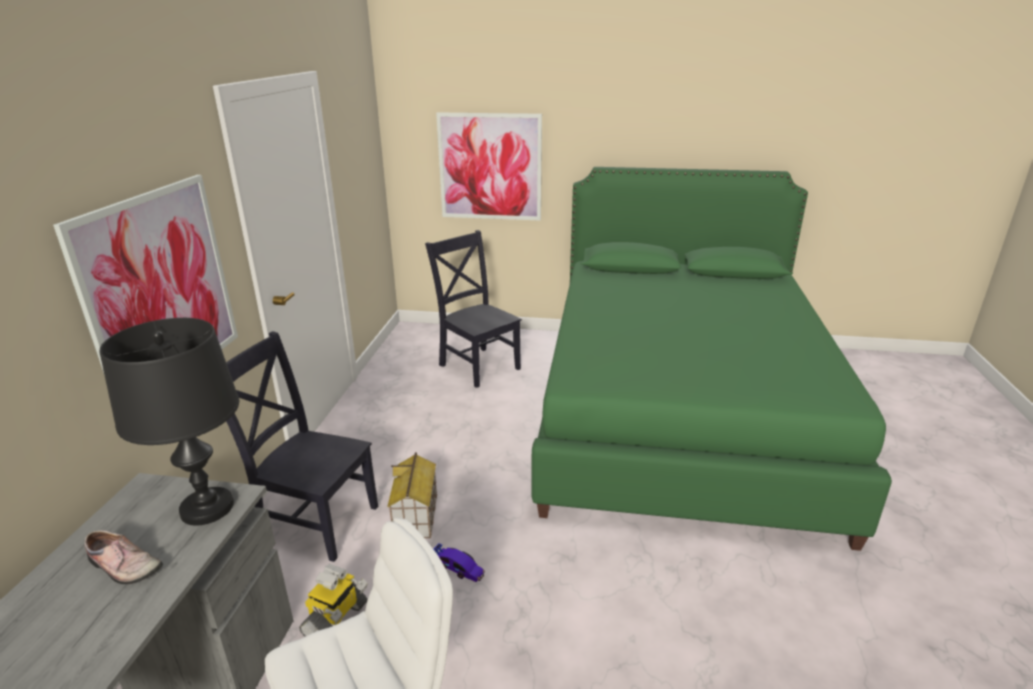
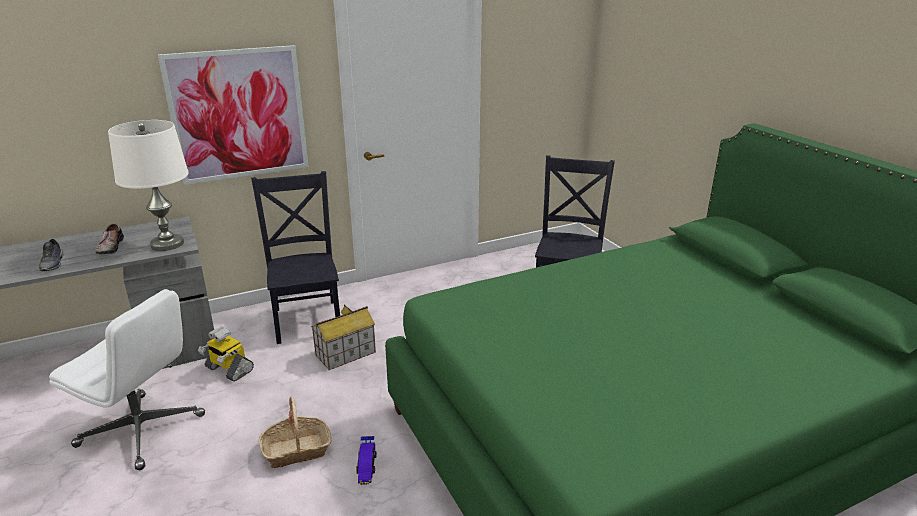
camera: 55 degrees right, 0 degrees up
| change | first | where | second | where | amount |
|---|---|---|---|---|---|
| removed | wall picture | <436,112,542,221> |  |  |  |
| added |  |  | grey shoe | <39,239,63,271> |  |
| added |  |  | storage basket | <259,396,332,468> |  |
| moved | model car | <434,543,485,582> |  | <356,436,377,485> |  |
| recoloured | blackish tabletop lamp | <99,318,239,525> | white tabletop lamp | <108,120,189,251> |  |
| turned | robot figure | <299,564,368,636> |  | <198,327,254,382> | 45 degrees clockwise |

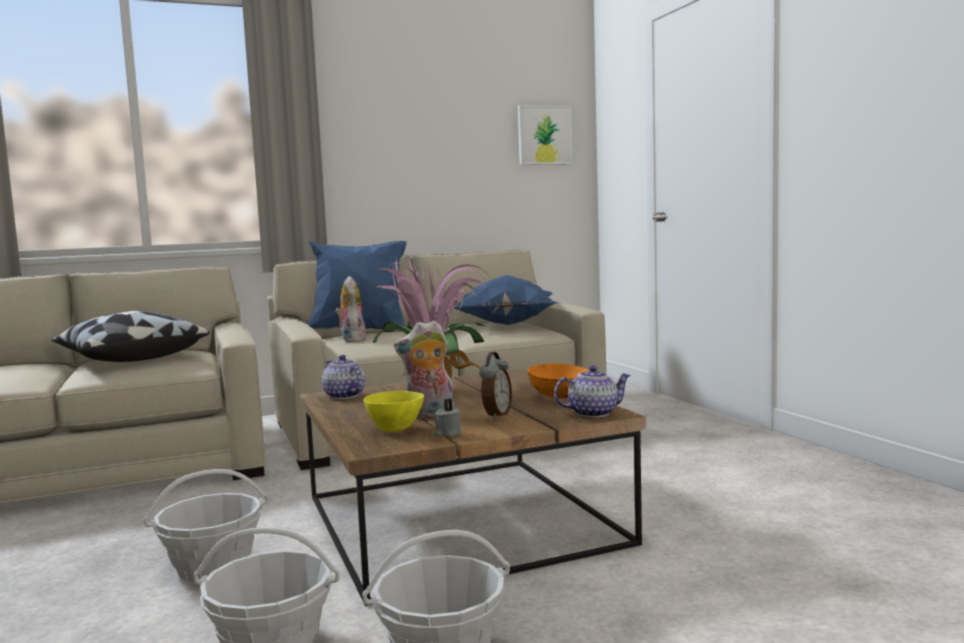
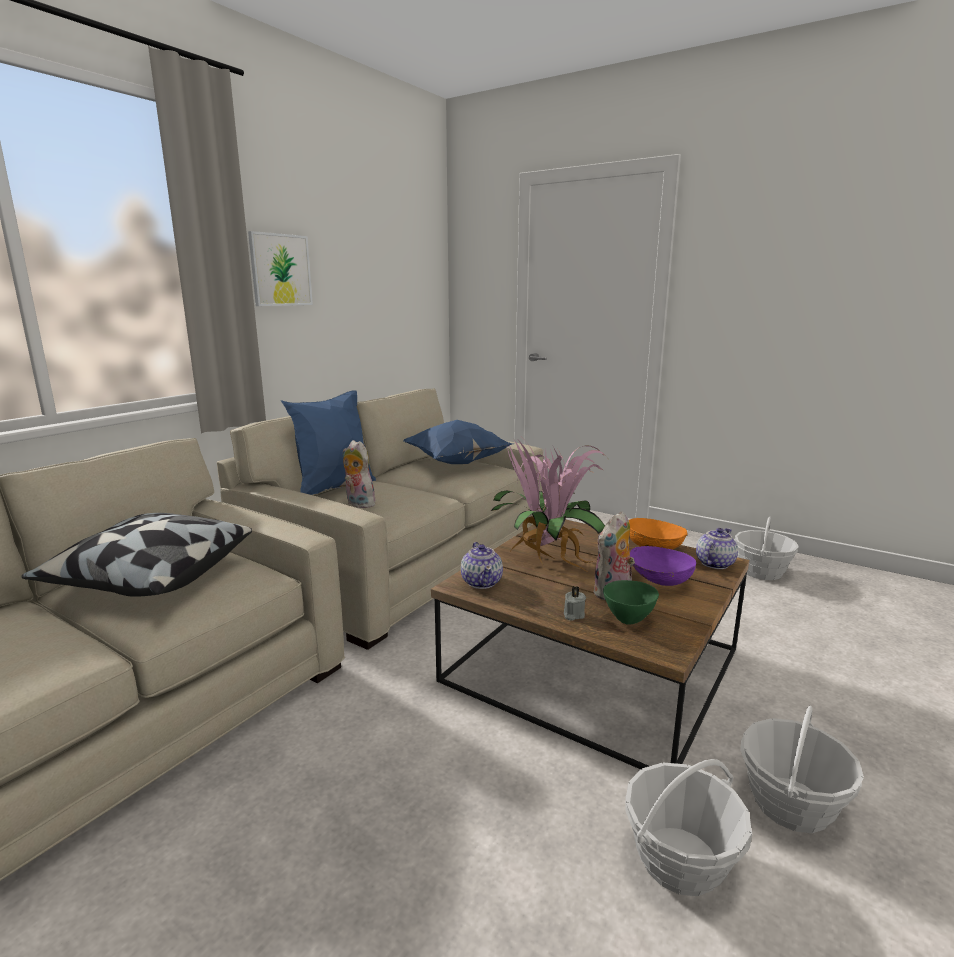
camera: 35 degrees left, 10 degrees up
| change | first | where | second | where | amount |
|---|---|---|---|---|---|
| moved | storage basket | <144,469,268,581> |  | <734,516,799,580> |  |
| moved | grey wax candle | <434,399,461,436> |  | <564,586,586,621> |  |
| moved | wall picture | <518,105,573,165> |  | <248,231,313,306> |  |
| replaced | alarm clock | <479,352,512,419> | purplish deep dish | <630,546,696,586> |  |
| recoloured | yellow deep dish | <363,391,424,432> | green-coloured deep dish | <603,580,659,624> |  |
| turned | teapot | <322,355,365,399> |  | <461,542,503,589> | 120 degrees counterclockwise |

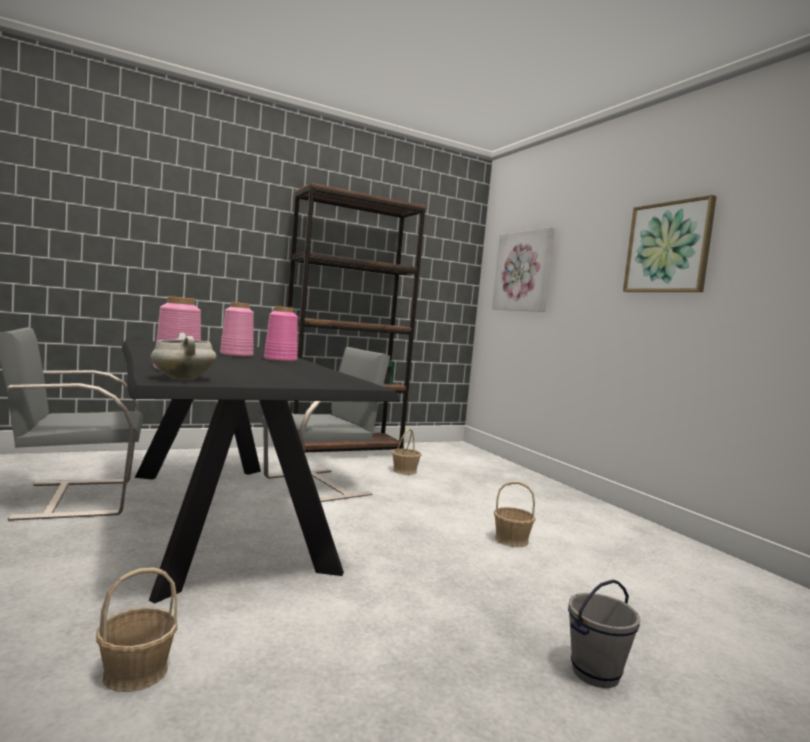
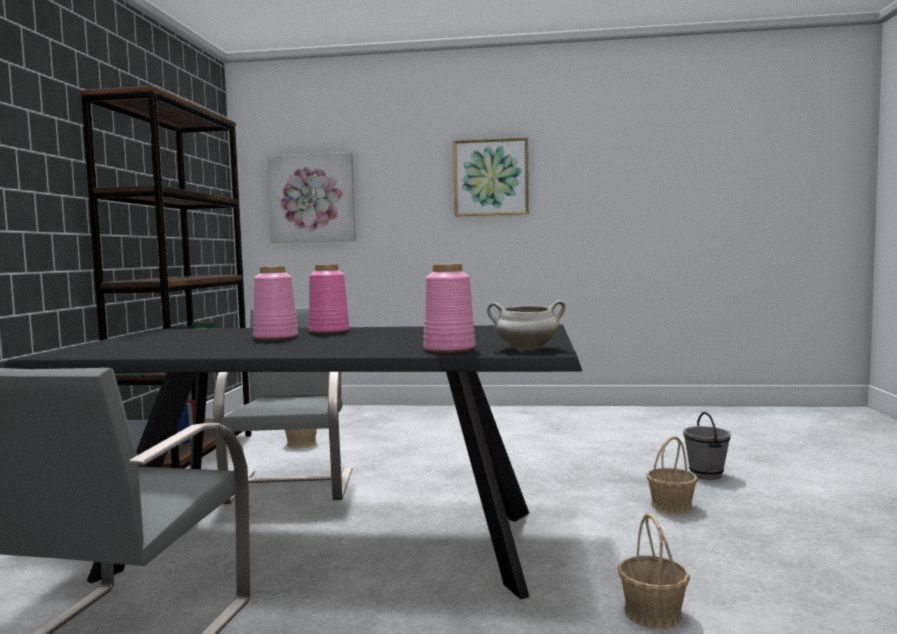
camera: 55 degrees left, 0 degrees up
| change | first | where | second | where | amount |
|---|---|---|---|---|---|
| moved | storage basket | <494,481,536,547> |  | <646,436,698,514> |  |

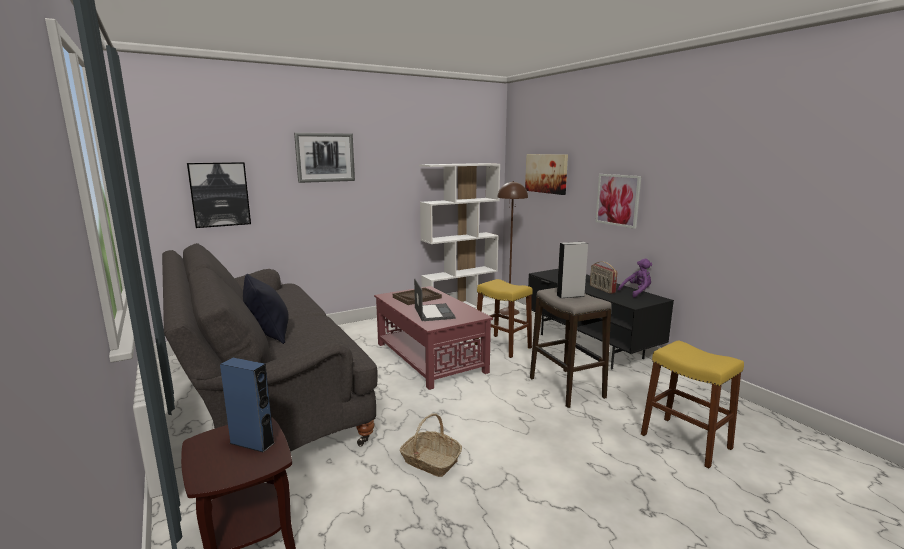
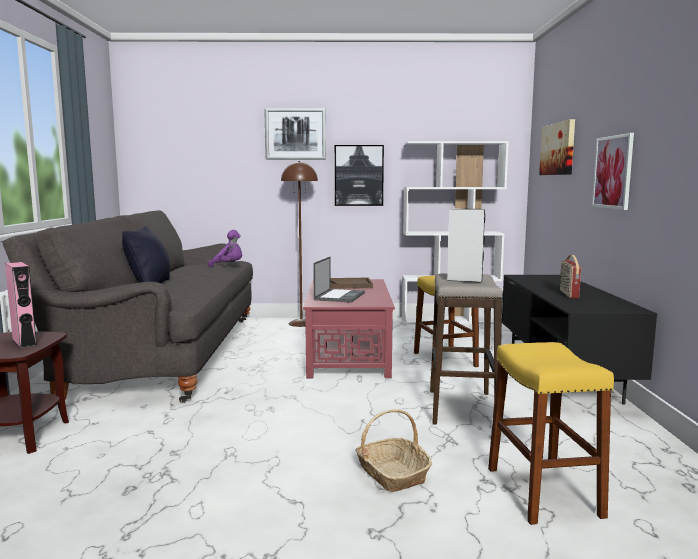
camera: 30 degrees right, 5 degrees down
| change | first | where | second | where | amount |
|---|---|---|---|---|---|
| moved | wall picture | <187,162,251,228> |  | <335,145,384,206> |  |
| moved | storage basket | <400,413,462,477> |  | <355,409,432,492> |  |
| moved | brown-coloured floor lamp | <498,181,528,315> |  | <281,161,318,327> |  |
| moved | purplish cuddly toy | <618,259,652,297> |  | <208,230,242,267> |  |
| recoloured | blue-coloured loudspeaker | <220,358,274,452> | pink-coloured loudspeaker | <5,262,37,348> |  |

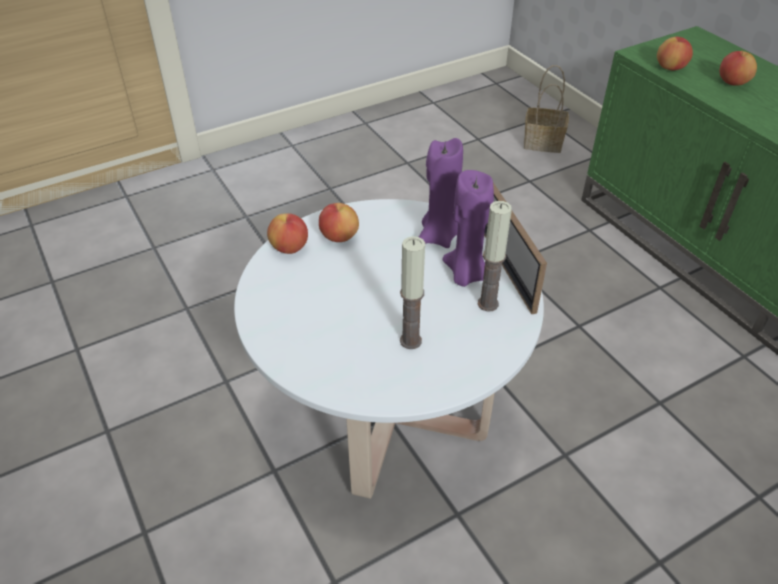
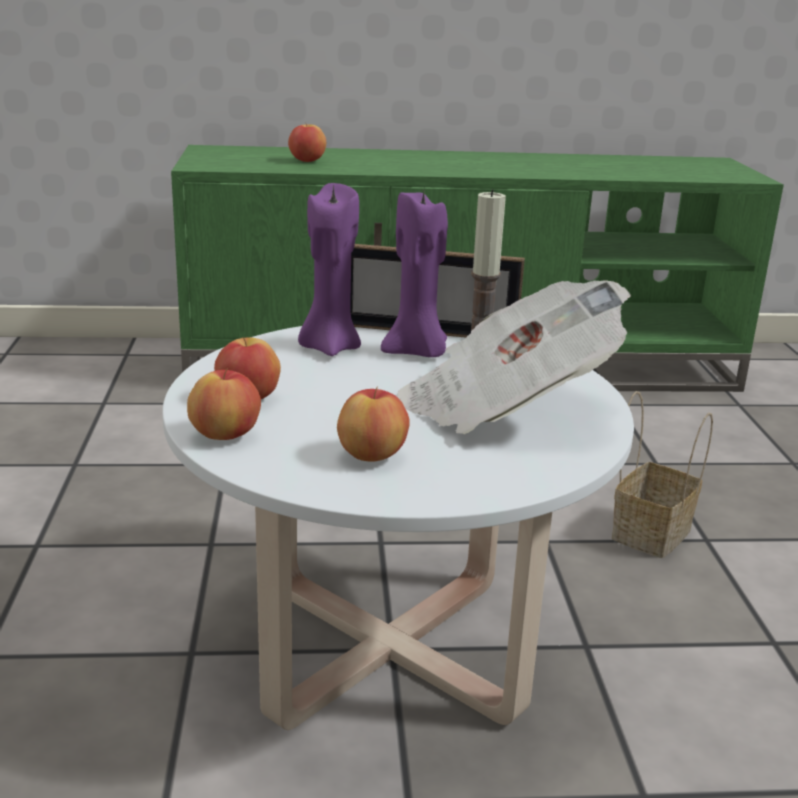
camera: 65 degrees left, 20 degrees down
| change | first | where | second | where | amount |
|---|---|---|---|---|---|
| moved | storage basket | <524,65,569,153> |  | <612,391,713,558> |  |
| moved | whole apple | <657,37,693,70> |  | <337,386,410,462> |  |
| replaced | wax candle | <400,236,425,349> | newspaper | <397,280,631,434> |  |

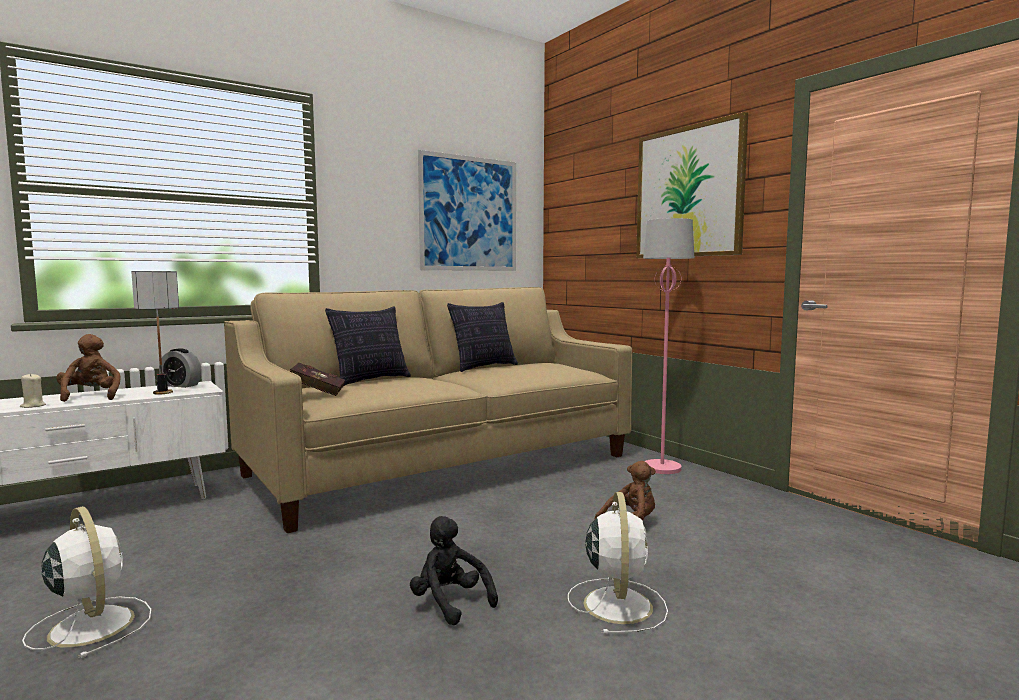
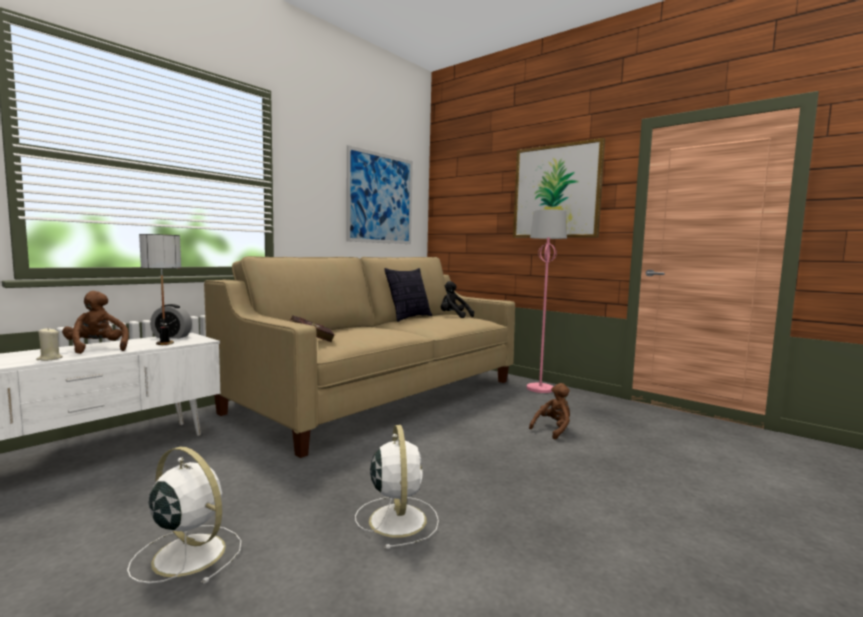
camera: 15 degrees left, 0 degrees up
| change | first | where | second | where | amount |
|---|---|---|---|---|---|
| removed | cushion | <325,307,411,386> |  |  |  |
| moved | blackish cuddly toy | <410,516,498,625> |  | <441,281,474,318> |  |
| moved | white fan | <568,492,668,634> |  | <355,425,439,549> |  |

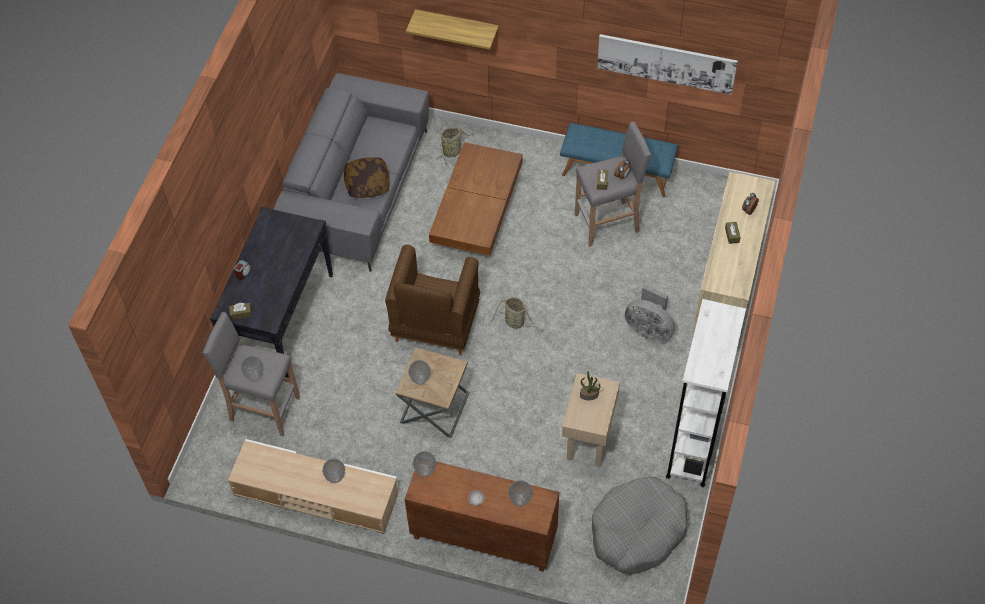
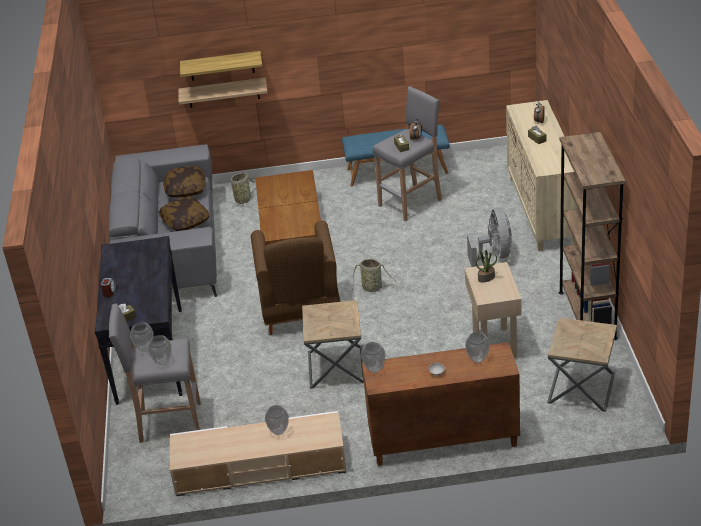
camera: 20 degrees left, 20 degrees down
| change | first | where | second | where | amount |
|---|---|---|---|---|---|
| removed | wall picture | <597,34,738,95> |  |  |  |
| added |  |  | cushion | <164,166,206,197> |  |
| added |  |  | shelf | <178,77,268,108> |  |
| moved | decorative vase | <408,360,431,385> |  | <130,322,154,352> |  |
| replaced | grey pet bed | <592,477,687,575> | brown-coloured side table | <547,318,617,412> |  |
| recoloured | white bookshelf | <666,299,746,487> | brown-coloured bookshelf | <559,132,626,340> |  |
| turned | grey fan | <625,284,675,342> |  | <467,208,512,267> | 105 degrees counterclockwise |

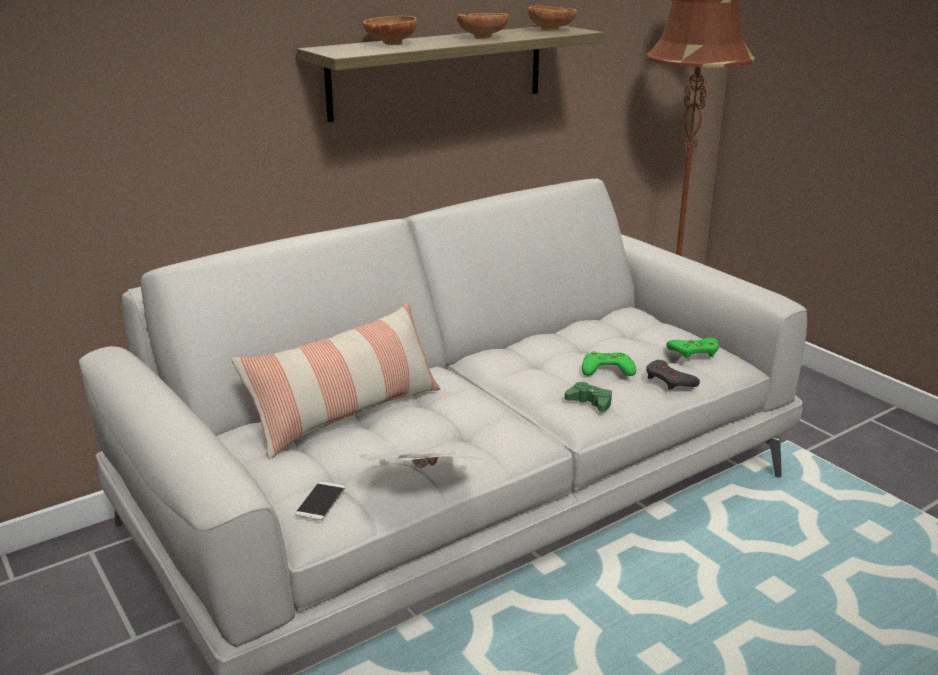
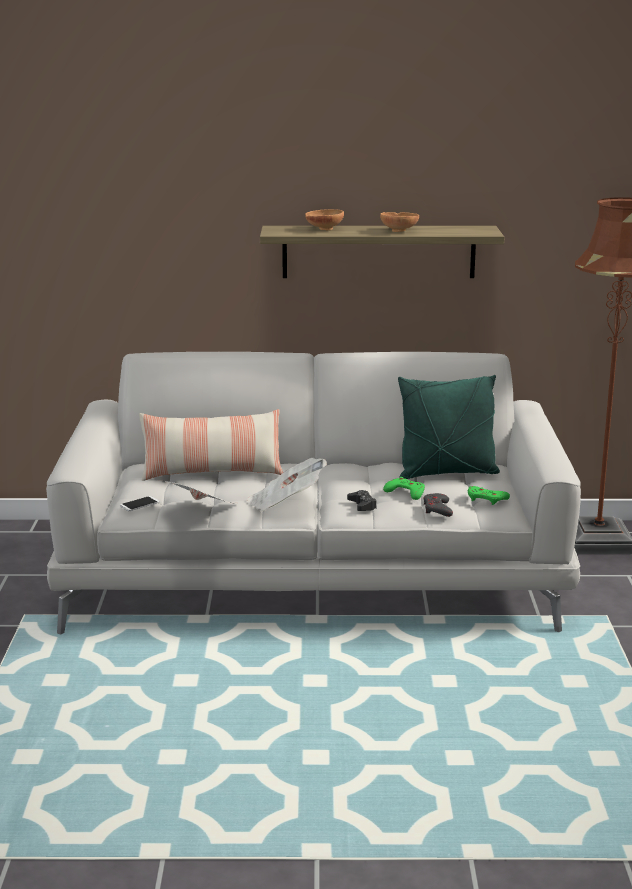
camera: 35 degrees right, 5 degrees down
| change | first | where | second | where | amount |
|---|---|---|---|---|---|
| removed | brown-coloured deep dish | <528,6,577,31> |  |  |  |
| added |  |  | newspaper | <247,458,327,512> |  |
| added |  |  | green-coloured cushion | <398,375,500,479> |  |
| recoloured | green-coloured gamepad | <565,382,612,412> | blackish gamepad | <347,490,377,511> |  |

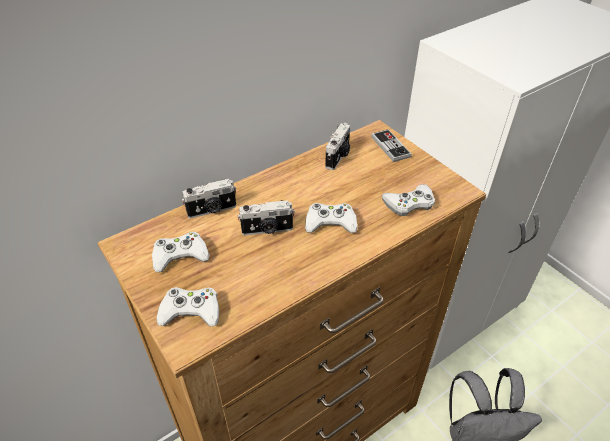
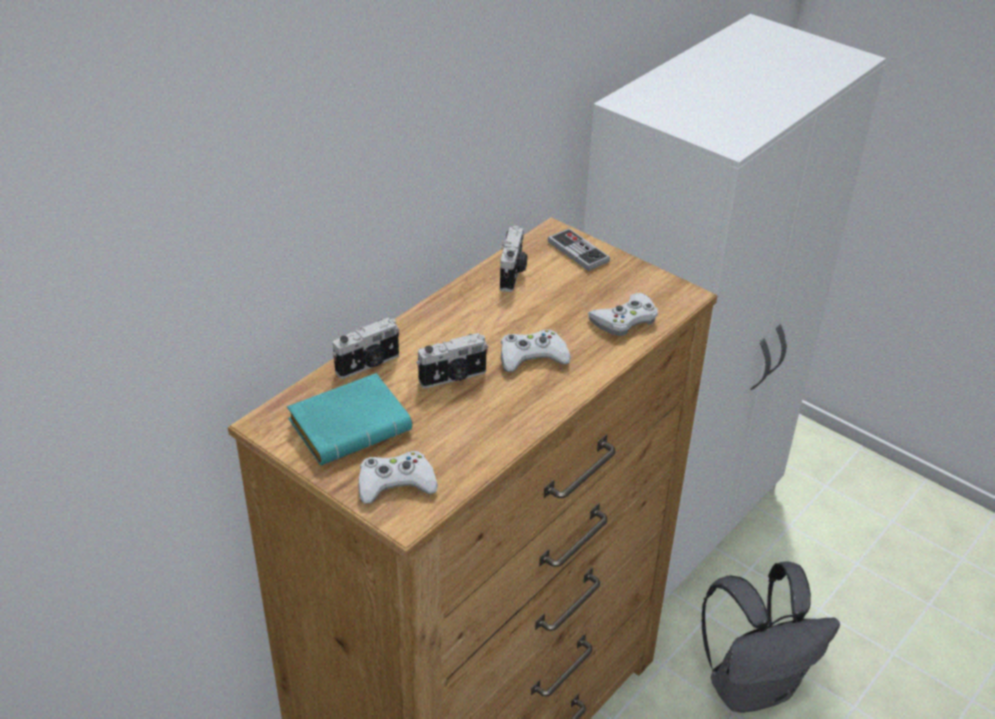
camera: 15 degrees left, 5 degrees down
| change | first | where | second | where | amount |
|---|---|---|---|---|---|
| replaced | white gamepad | <152,232,209,273> | turquoise volume | <287,373,412,465> |  |

